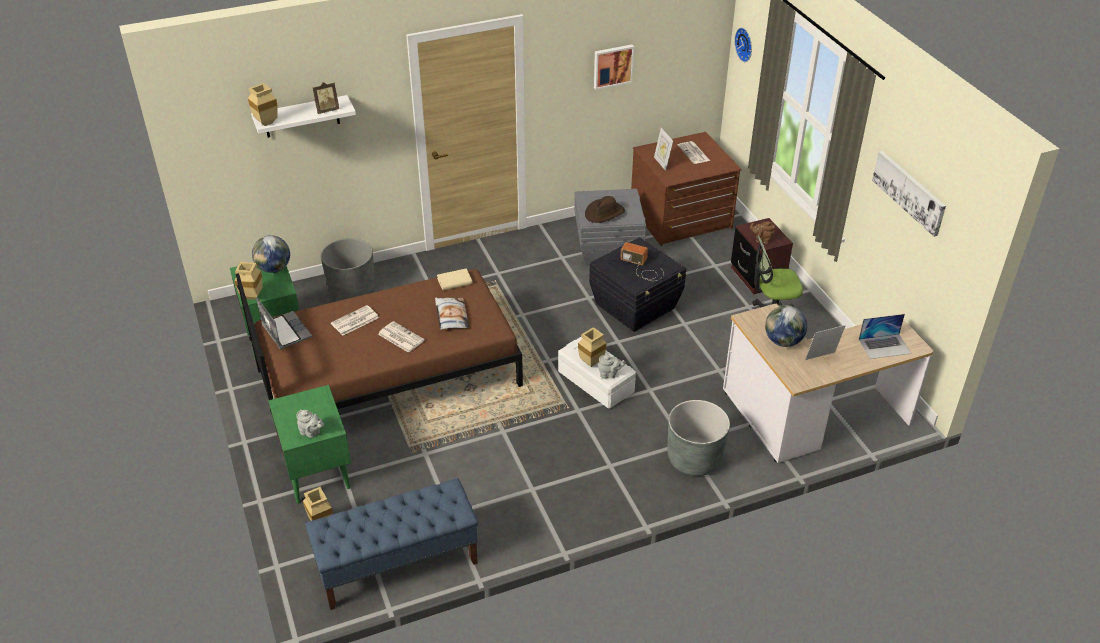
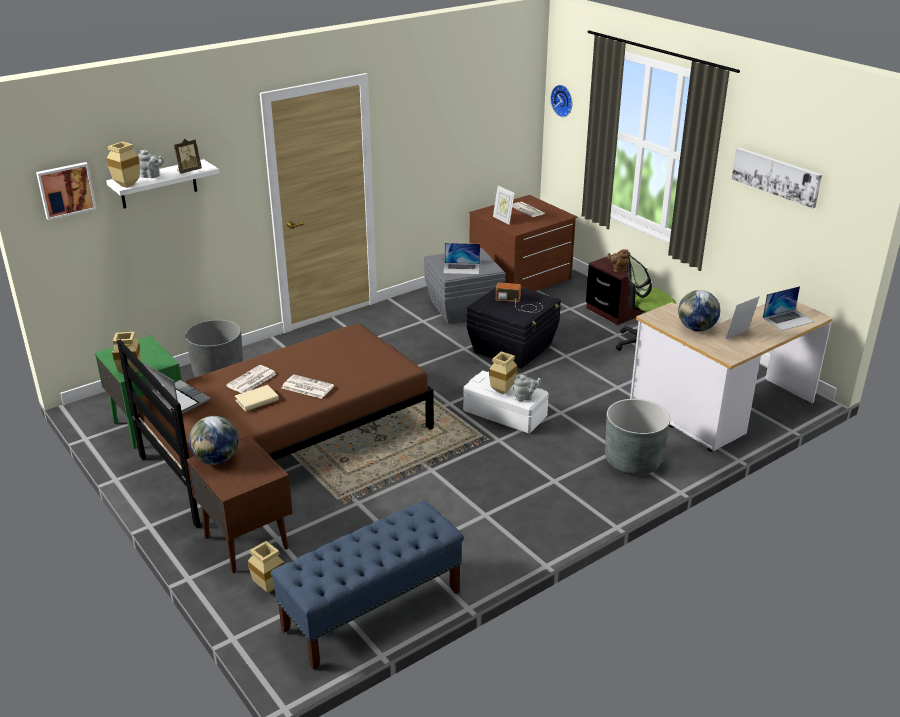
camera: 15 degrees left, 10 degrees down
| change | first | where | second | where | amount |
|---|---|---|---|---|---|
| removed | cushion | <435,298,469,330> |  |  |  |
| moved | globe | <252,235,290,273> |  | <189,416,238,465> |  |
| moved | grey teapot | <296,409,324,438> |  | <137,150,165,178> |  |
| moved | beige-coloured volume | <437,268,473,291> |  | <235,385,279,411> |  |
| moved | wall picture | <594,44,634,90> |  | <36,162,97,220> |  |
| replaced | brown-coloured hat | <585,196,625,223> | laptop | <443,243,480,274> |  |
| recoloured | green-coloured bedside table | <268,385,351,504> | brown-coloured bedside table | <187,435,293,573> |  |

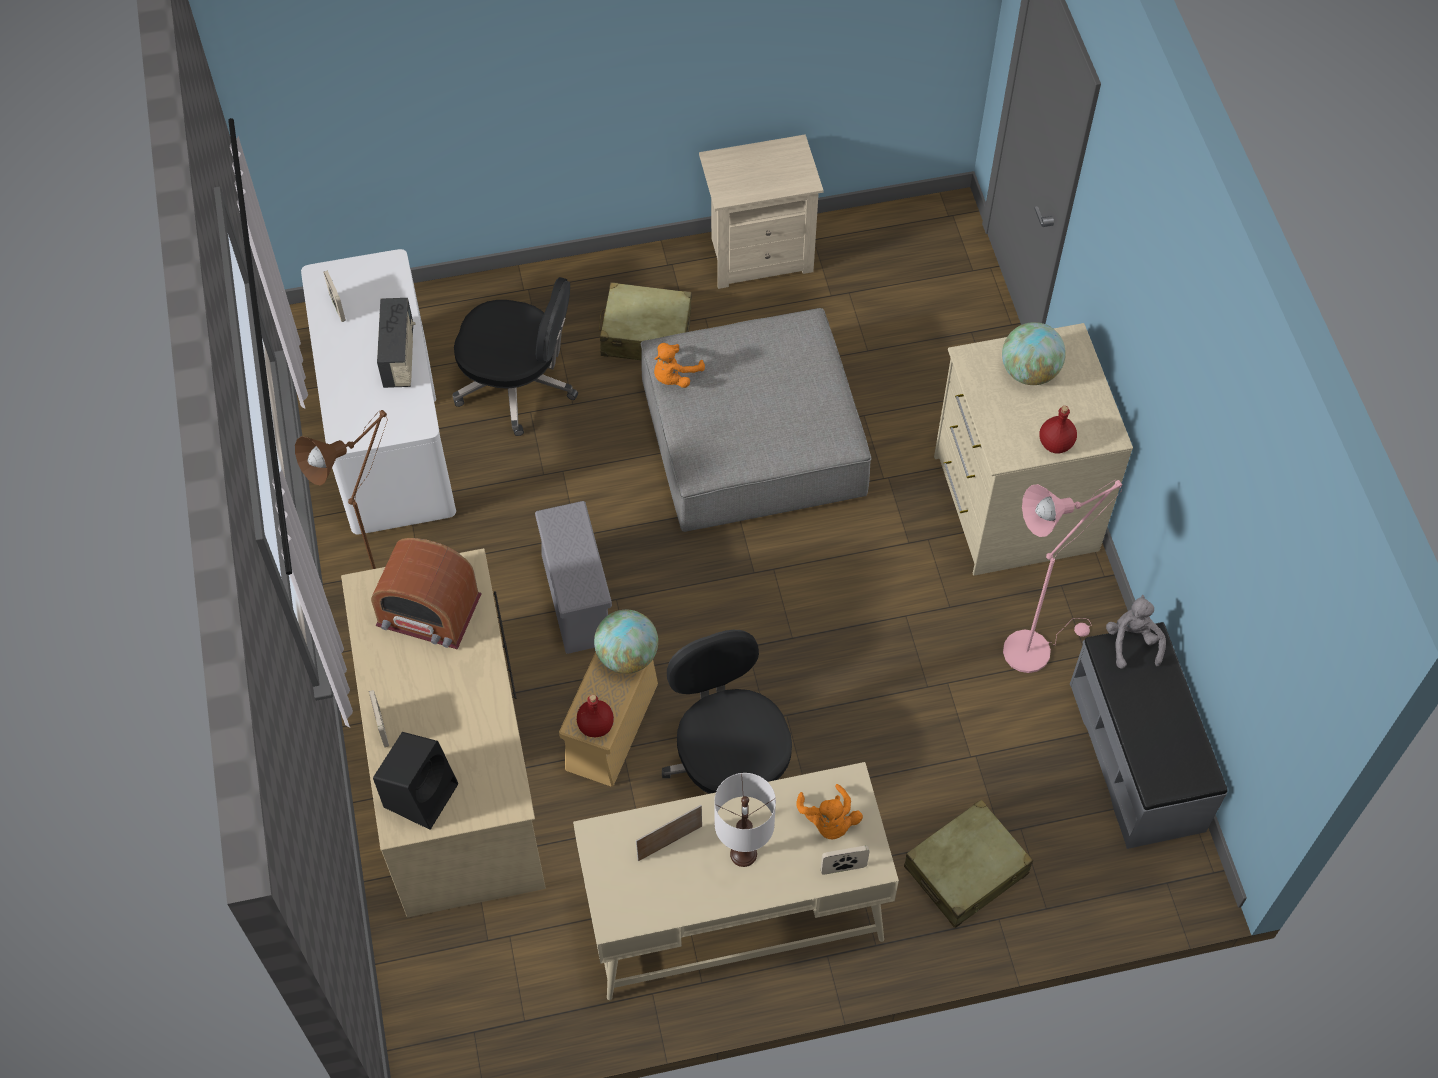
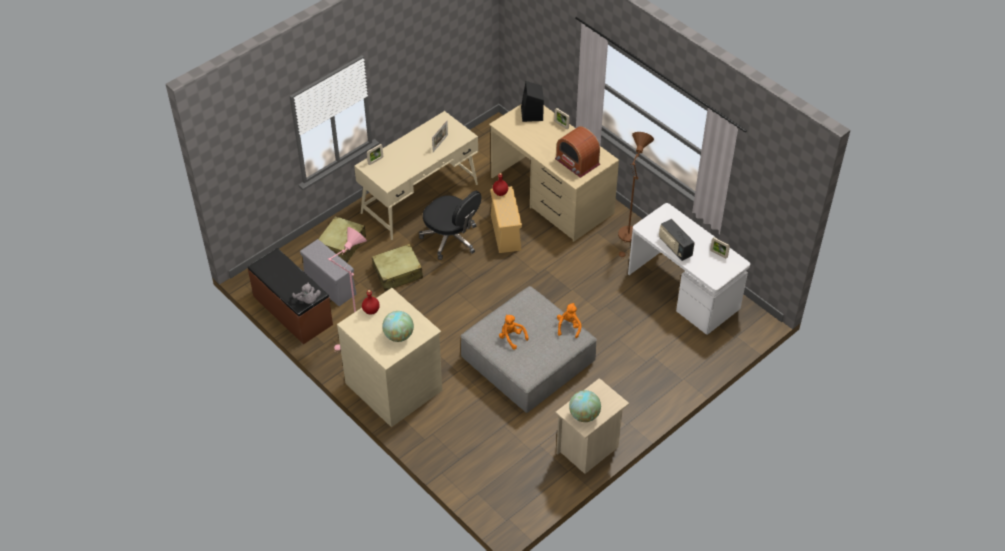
camera: 150 degrees right, 10 degrees down
| change | first | where | second | where | amount |
|---|---|---|---|---|---|
| removed | blackish desk chair | <453,277,578,436> |  |  |  |
| removed | white tabletop lamp | <714,773,776,867> |  |  |  |
| moved | grey storage box | <535,501,612,654> |  | <300,239,357,306> |  |
| moved | globe | <594,610,658,674> |  | <569,390,601,422> |  |
| moved | beige-coloured suitcase | <599,282,692,360> |  | <372,244,423,291> |  |
| moved | orange cuddly toy | <796,784,863,840> |  | <499,314,529,350> |  |
| recoloured | grey long seat | <1070,622,1228,849> | brown-coloured long seat | <248,248,333,344> |  |
| turned | radio receiver | <371,538,482,649> |  | <555,126,600,178> | 120 degrees counterclockwise |

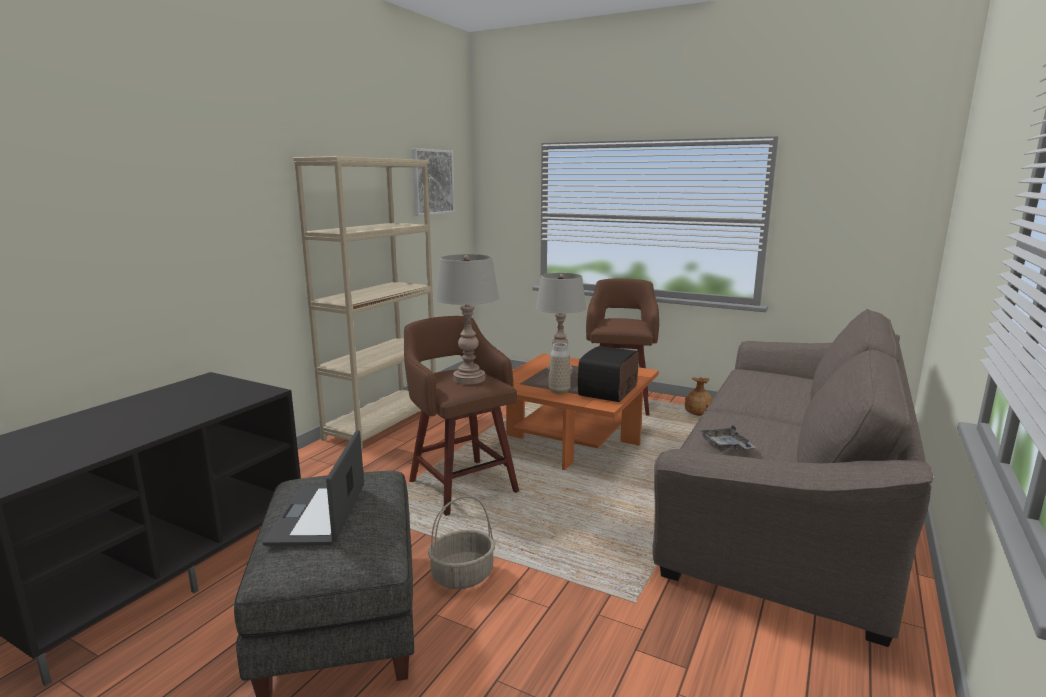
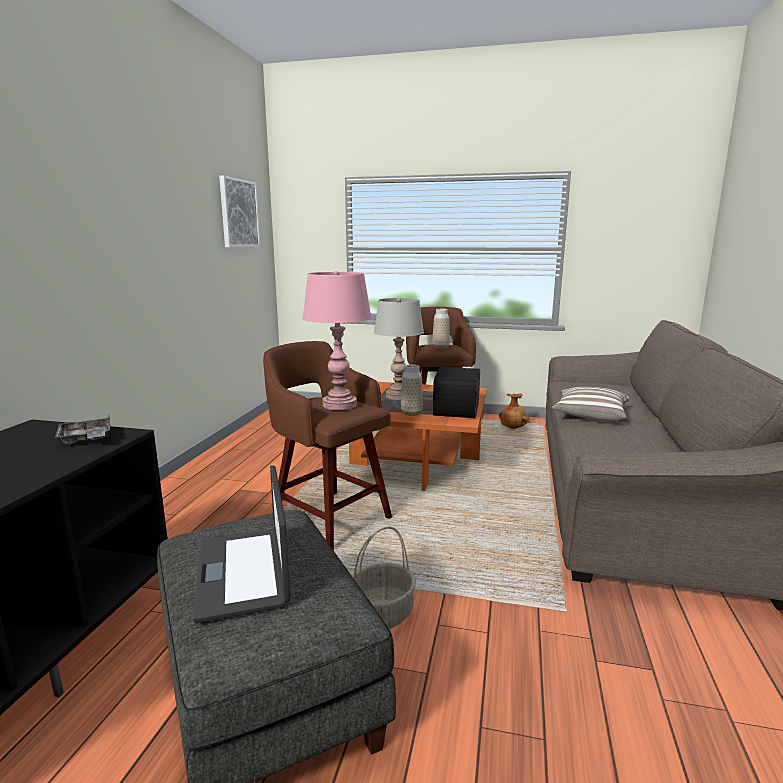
camera: 15 degrees left, 0 degrees up
| change | first | where | second | where | amount |
|---|---|---|---|---|---|
| removed | beige-coloured bookshelf | <293,156,436,449> |  |  |  |
| added |  |  | decorative vase | <432,309,450,349> |  |
| added |  |  | cushion | <552,387,629,421> |  |
| moved | grey carrying tray | <700,425,756,451> |  | <55,416,111,444> |  |
| recoloured | grey tabletop lamp | <435,254,499,384> | pink-coloured tabletop lamp | <303,271,372,410> |  |

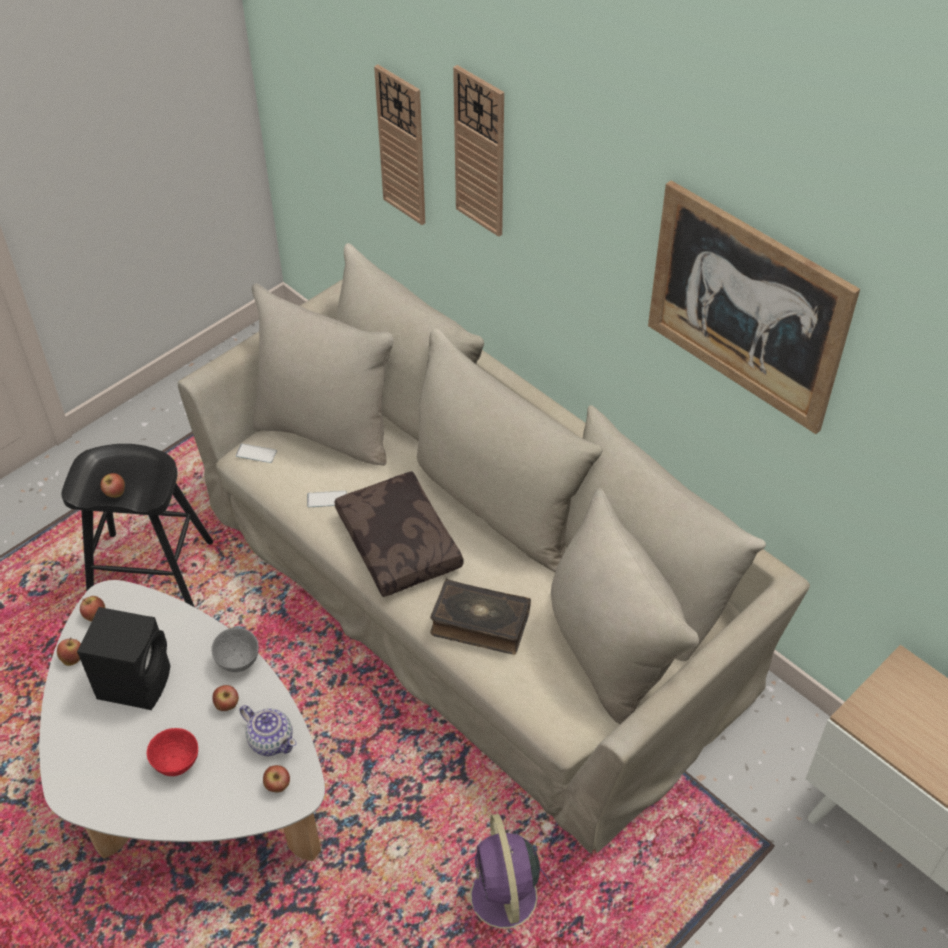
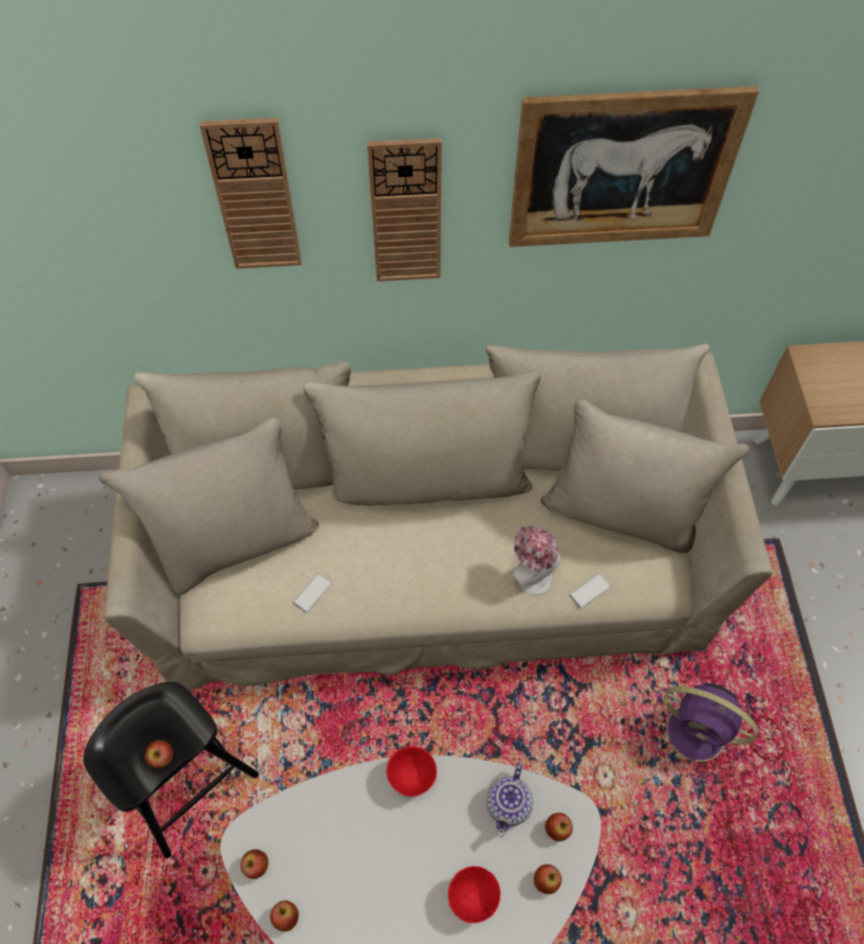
camera: 50 degrees left, 10 degrees up
| change | first | where | second | where | amount |
|---|---|---|---|---|---|
| removed | blackish loudspeaker | <77,607,170,710> |  |  |  |
| removed | brown-coloured cushion | <334,471,464,597> |  |  |  |
| moved | whole apple | <212,685,239,711> |  | <534,864,562,894> |  |
| moved | telephone | <236,444,277,463> |  | <569,573,611,608> |  |
| moved | clock on the wall | <374,64,425,225> |  | <367,138,442,281> |  |
| replaced | volume | <430,578,531,655> | hat | <513,525,561,595> |  |
| recoloured | grey deep dish | <211,628,259,672> | red deep dish | <386,746,437,797> |  |
| turned | teapot | <239,705,296,756> |  | <486,762,534,837> | 120 degrees clockwise |

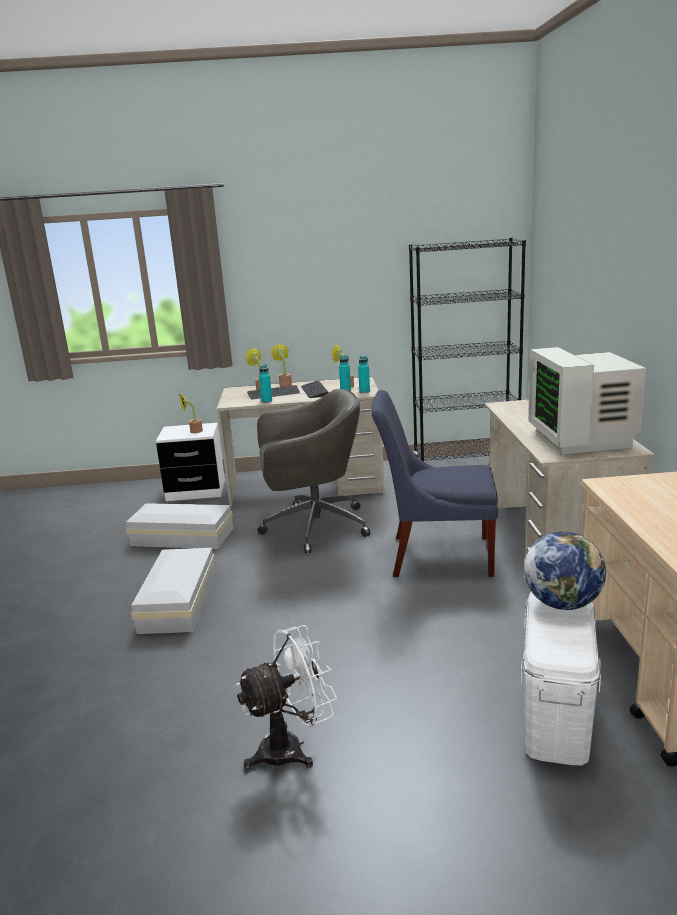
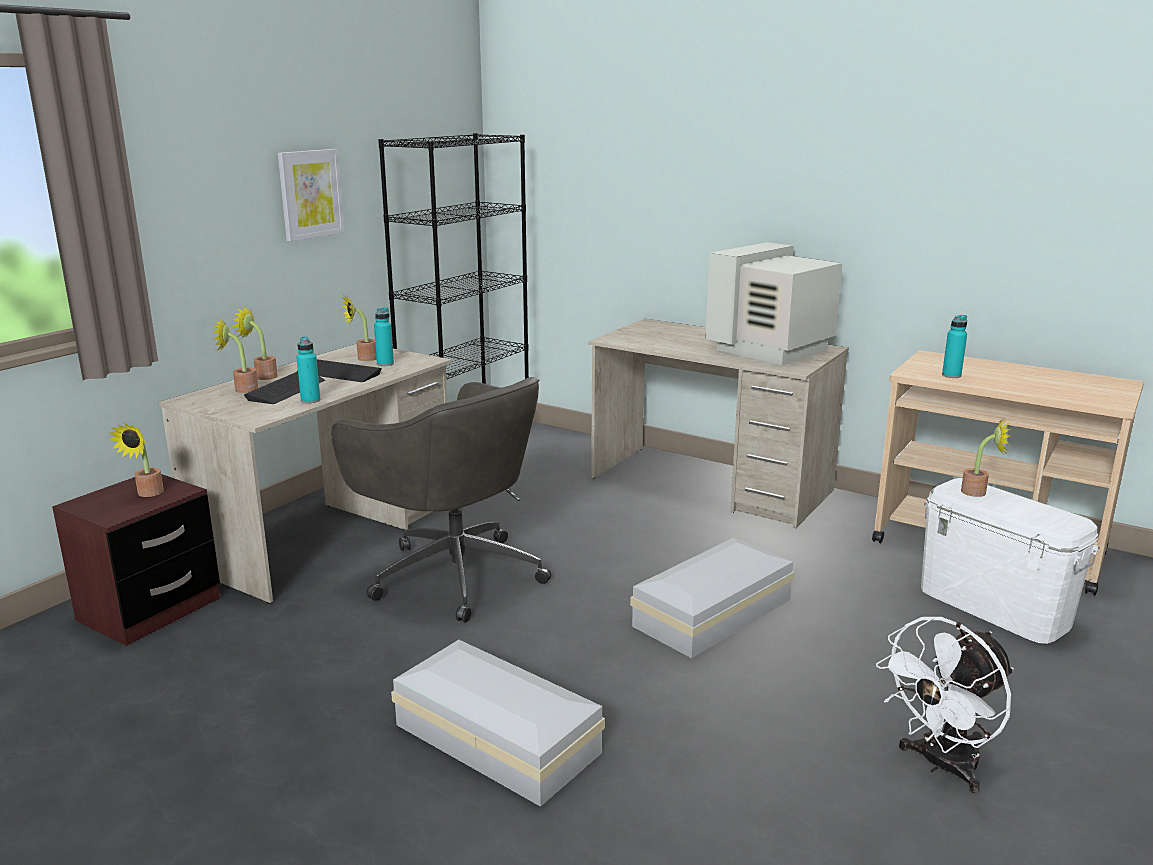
camera: 55 degrees left, 0 degrees up
| change | first | where | second | where | amount |
|---|---|---|---|---|---|
| removed | blue-coloured chair | <372,390,498,577> |  |  |  |
| added |  |  | wall picture | <278,149,345,241> |  |
| moved | white storage box | <126,503,233,549> |  | <630,538,795,658> |  |
| moved | turquoise bottle | <358,356,370,393> |  | <942,315,967,378> |  |
| replaced | globe | <524,532,606,610> | houseplant | <961,420,1011,497> |  |
| recoloured | white bedside table | <156,423,225,501> | brown-coloured bedside table | <52,474,220,646> |  |
| turned | white fan | <236,625,337,770> |  | <876,617,1014,793> | 135 degrees counterclockwise |
| turned | grey desk chair | <257,389,370,553> |  | <331,377,551,623> | 105 degrees clockwise |
| turned | monitor | <528,347,646,454> |  | <705,242,843,365> | 105 degrees clockwise |

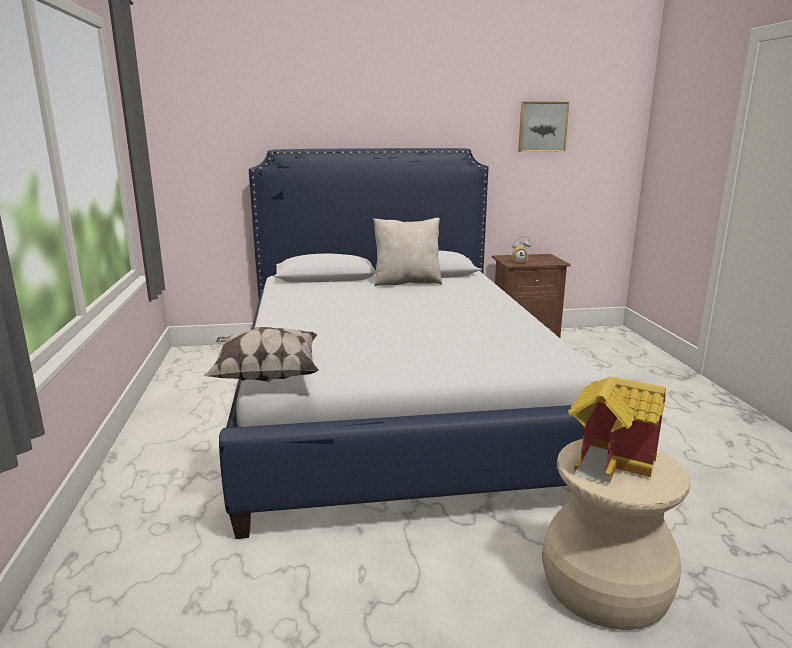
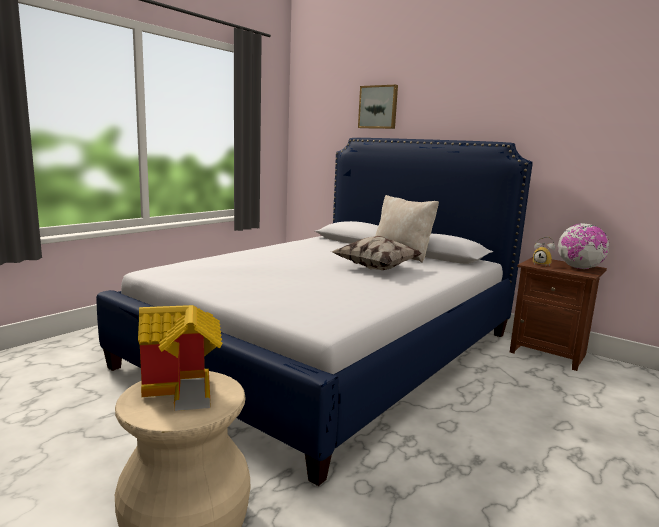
camera: 45 degrees right, 5 degrees down
| change | first | where | second | where | amount |
|---|---|---|---|---|---|
| added |  |  | globe | <558,223,609,269> |  |
| moved | cushion | <204,327,319,382> |  | <332,236,422,270> |  |
| moved | wall picture | <518,102,569,152> |  | <358,85,398,129> |  |

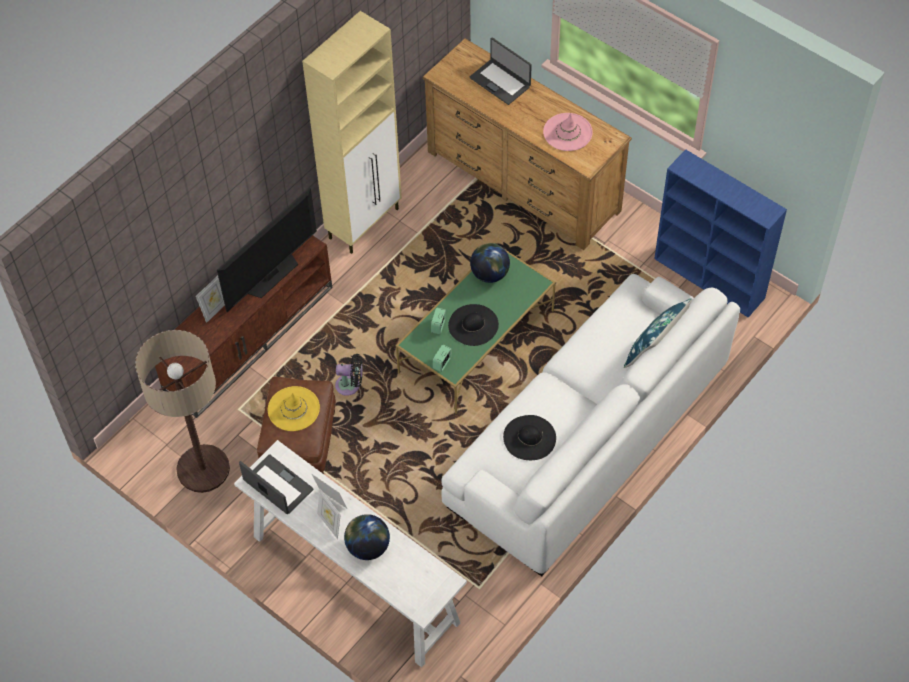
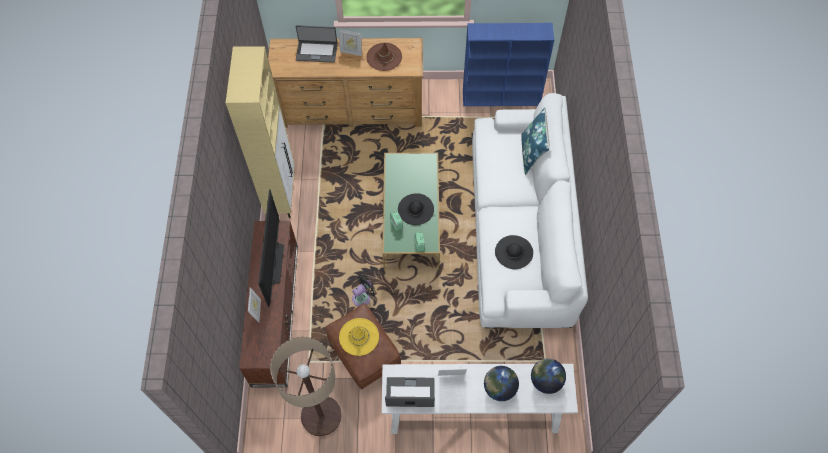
camera: 40 degrees left, 5 degrees up
| change | first | where | second | where | amount |
|---|---|---|---|---|---|
| moved | photo frame | <317,489,341,539> |  | <339,29,362,56> |  |
| moved | globe | <470,243,510,283> |  | <531,359,566,394> |  |
| recoloured | pink-coloured hat | <543,113,593,151> | brown-coloured hat | <367,42,402,71> |  |

